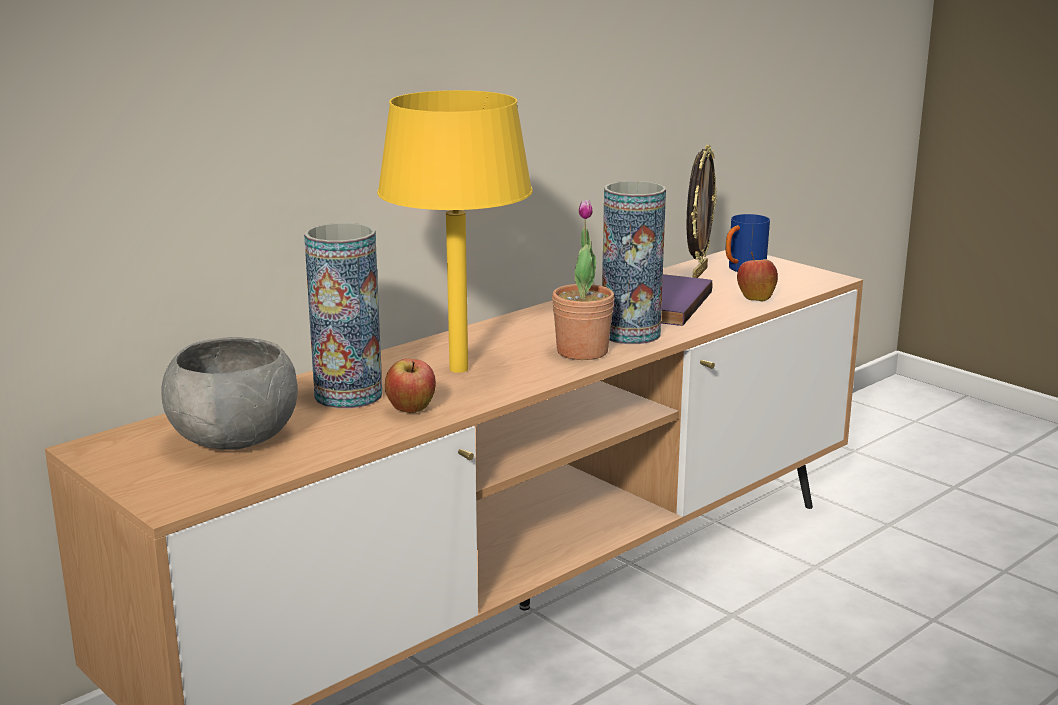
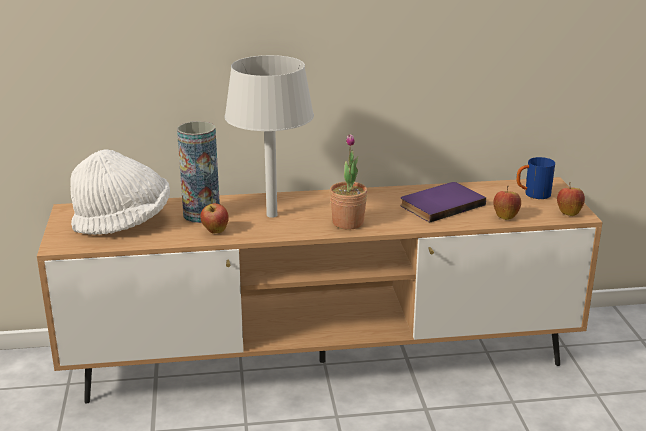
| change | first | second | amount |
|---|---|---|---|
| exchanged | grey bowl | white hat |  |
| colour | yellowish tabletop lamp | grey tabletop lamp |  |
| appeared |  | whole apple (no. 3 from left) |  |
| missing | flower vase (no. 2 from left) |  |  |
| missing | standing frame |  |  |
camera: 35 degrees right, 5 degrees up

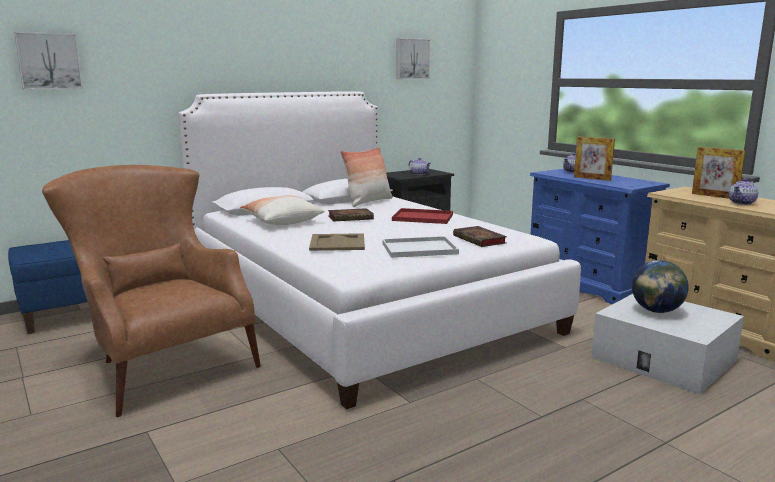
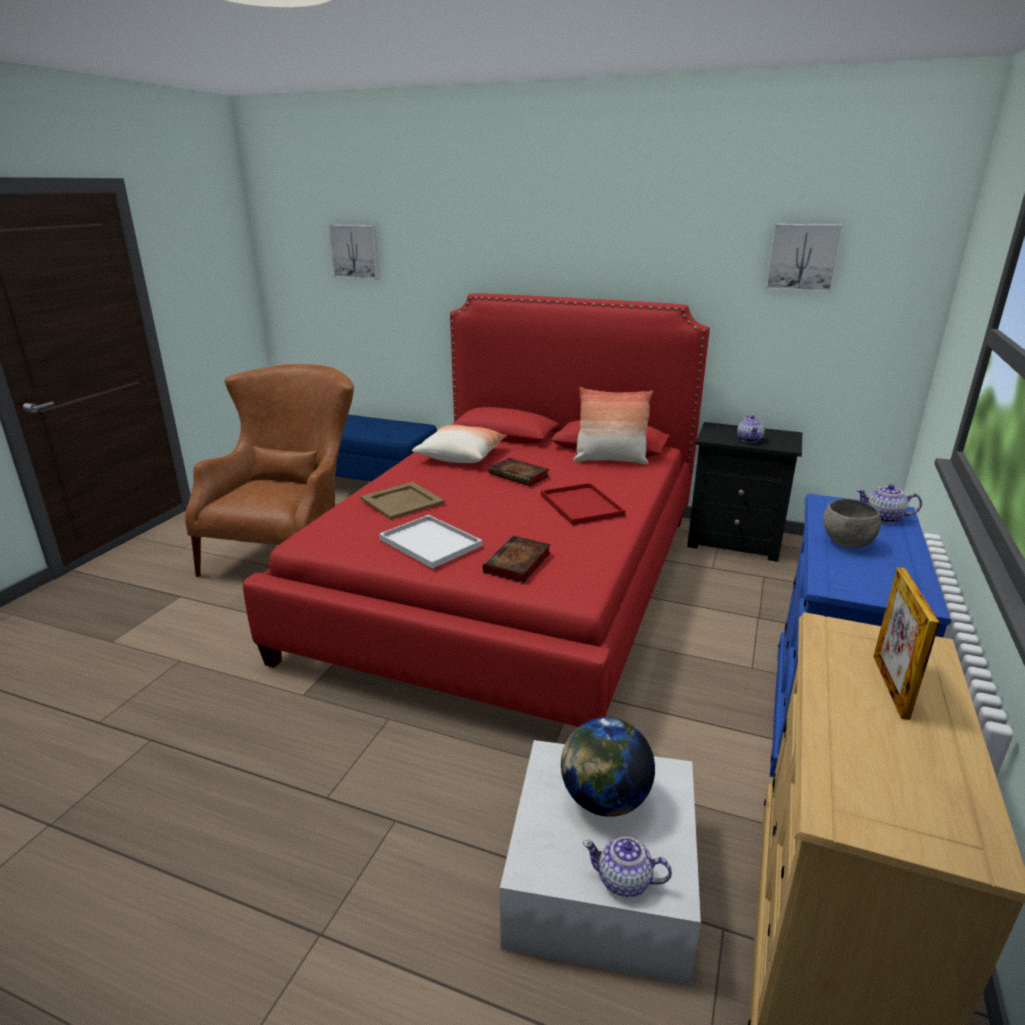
| change | first | second | amount |
|---|---|---|---|
| colour | white bedroom bed | reddish bedroom bed |  |
| relocated | tea pot (no. 3 from left in the first image) | tea pot (no. 1 from left) |  |
| exchanged | standing frame (no. 1 from left) | grey bowl |  |
camera: 55 degrees right, 10 degrees up

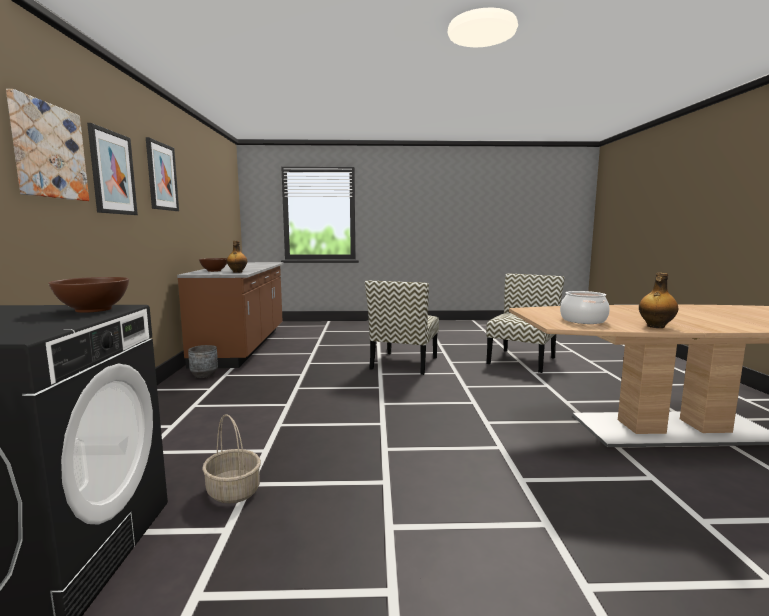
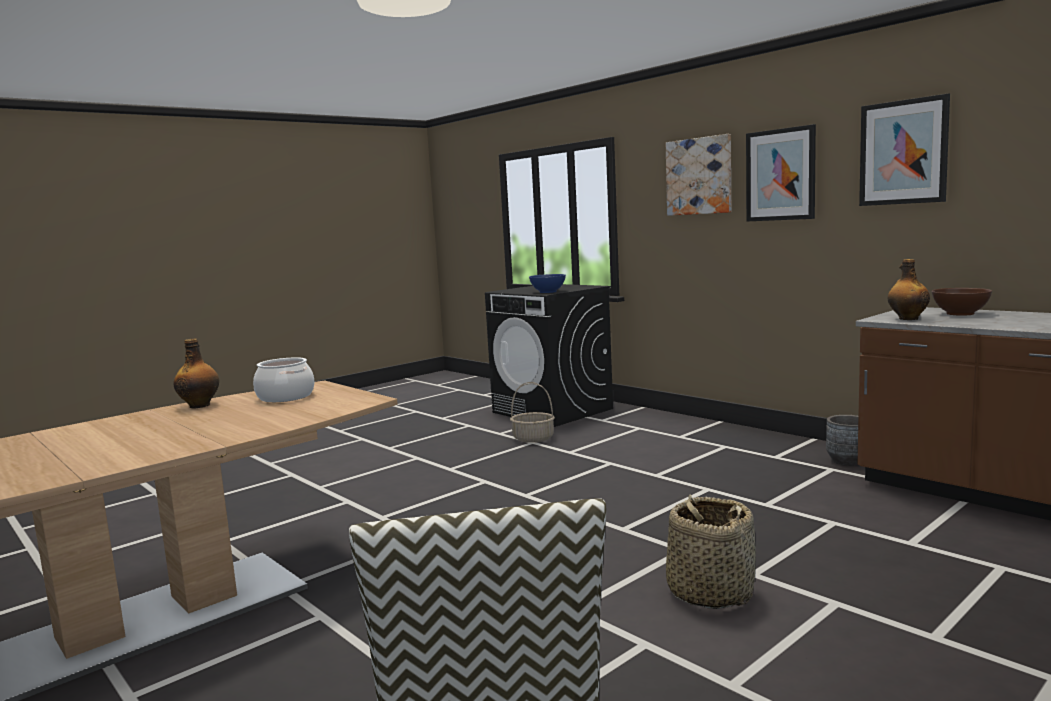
| change | first | second | amount |
|---|---|---|---|
| colour | brown bowl (no. 1 from left) | bluish bowl |  |
| exchanged | chair (no. 1 from left) | storage basket (no. 2 from left) |  |
camera: 140 degrees right, 0 degrees up

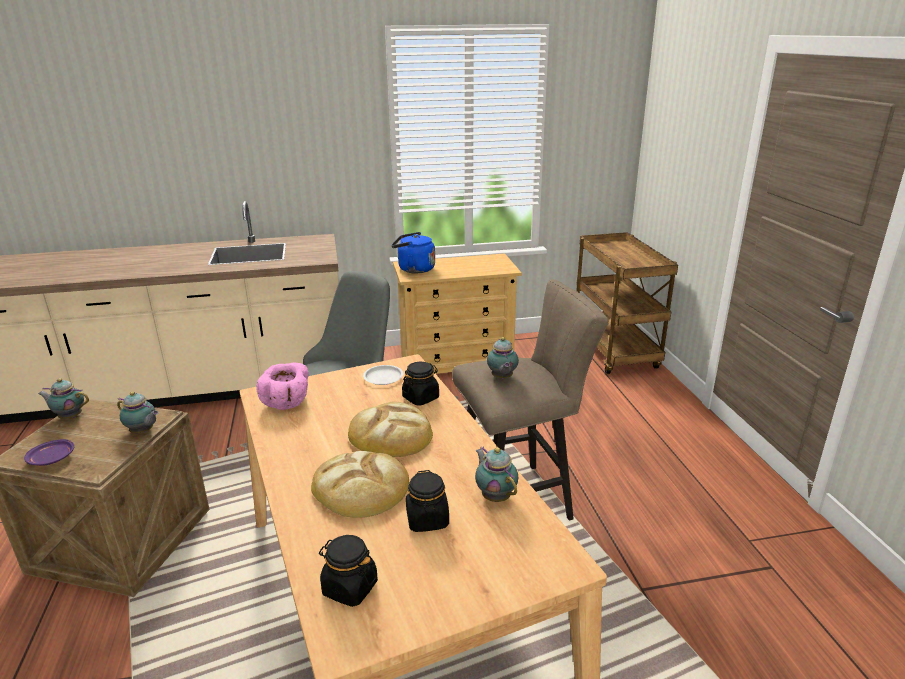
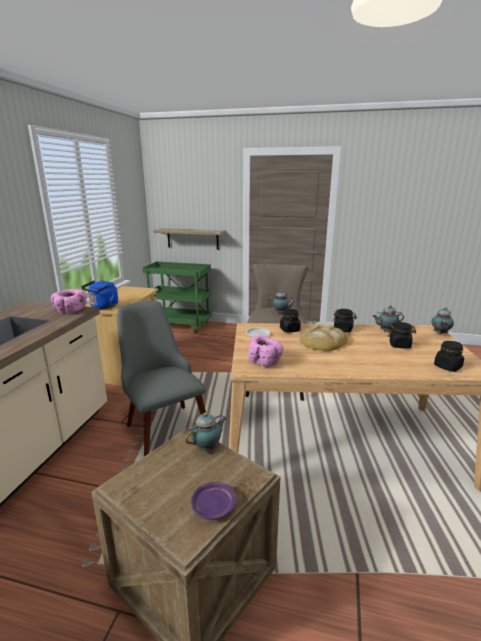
| change | first | second | amount |
|---|---|---|---|
| appeared |  | pink-coloured bowl (no. 1 from left) |  |
| colour | brown wheeled cart | green-coloured wheeled cart |  |
| appeared |  | wall shelf |  |
| appeared |  | black preserve jar (no. 2 from left) |  |
| relocated | tea pot (no. 1 from left in the first image) | tea pot (no. 4 from left) |  |
| missing | baked bread (no. 1 from left) |  |  |
camera: 65 degrees left, 5 degrees down

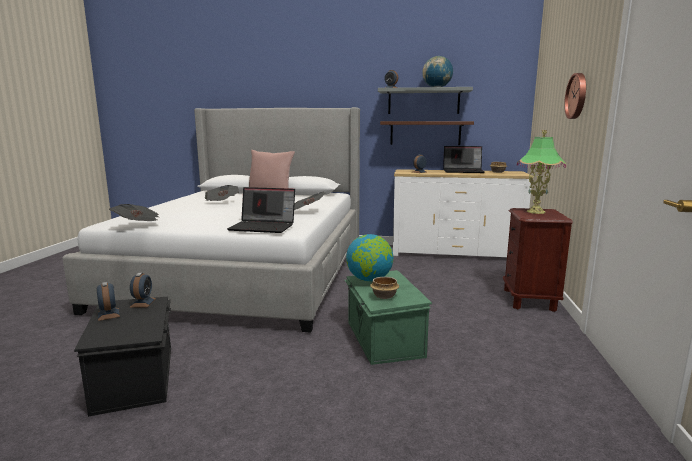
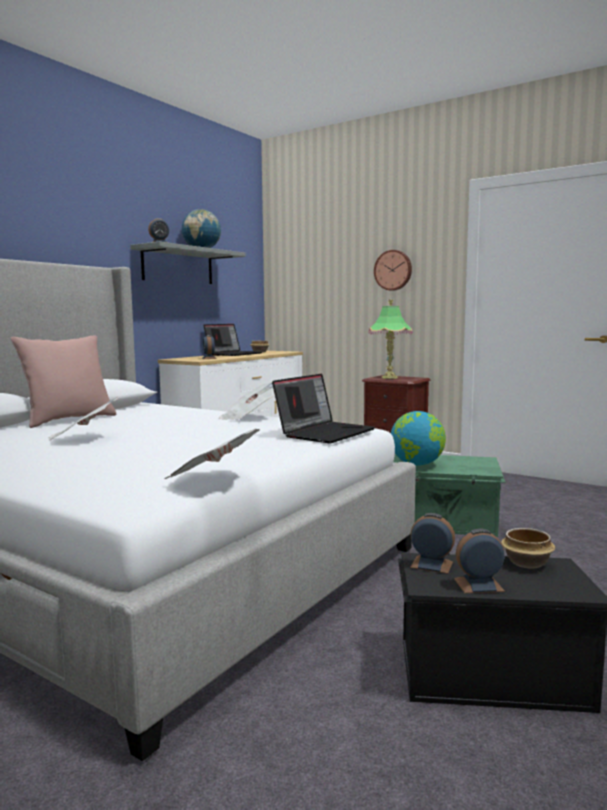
| change | first | second | amount |
|---|---|---|---|
| relocated | bowl (no. 1 from left in the first image) | bowl (no. 2 from left) |  |
| missing | brown wall shelf |  |  |
camera: 65 degrees left, 5 degrees down

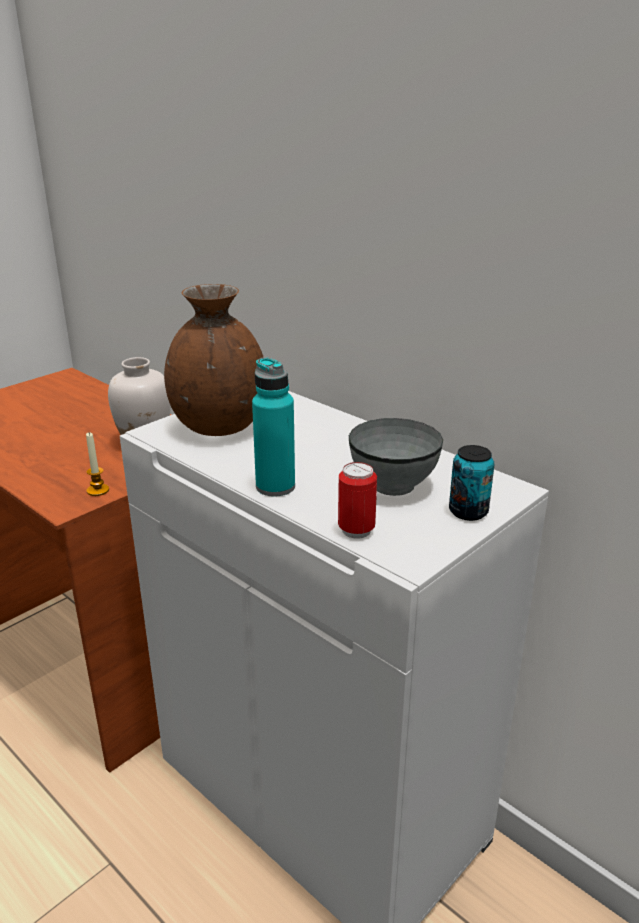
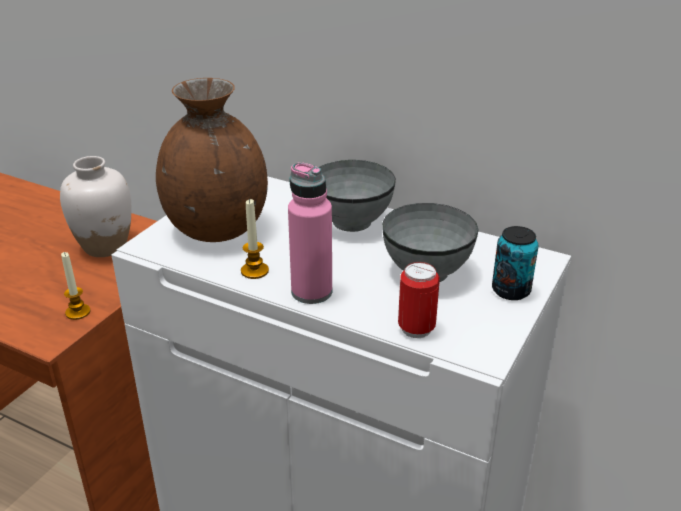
| change | first | second | amount |
|---|---|---|---|
| appeared |  | candle (no. 2 from left) |  |
| colour | blue-green drink bottle | pink-coloured drink bottle |  |
| appeared |  | grey bowl (no. 1 from left) |  |
camera: 15 degrees left, 5 degrees up

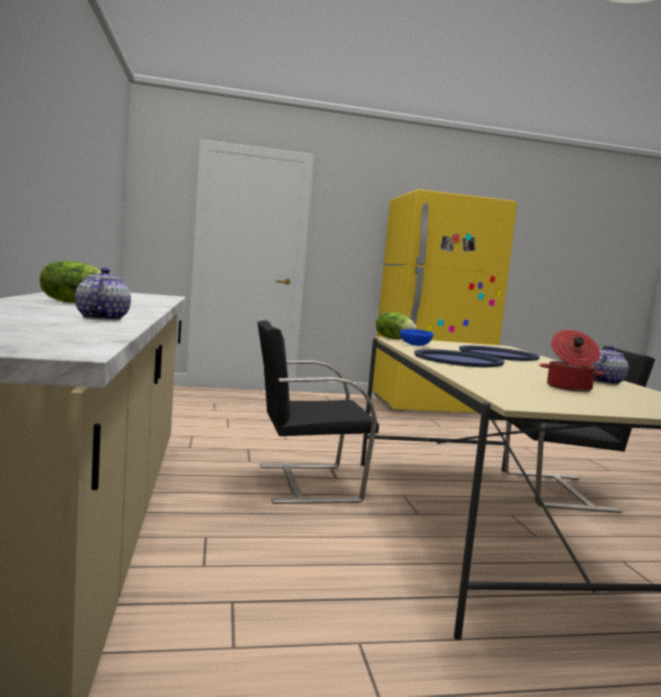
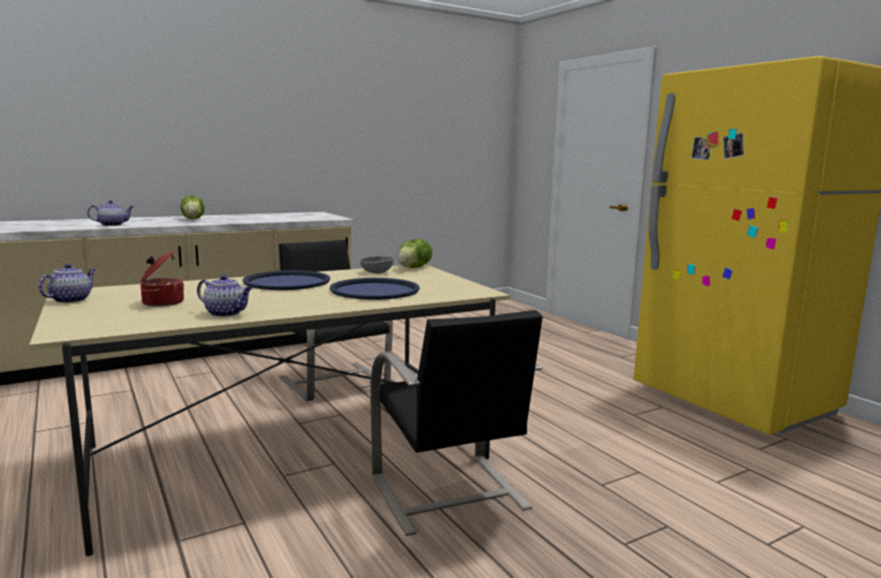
| change | first | second | amount |
|---|---|---|---|
| appeared |  | tea pot (no. 1 from left) |  |
| colour | bluish bowl | grey bowl |  |
camera: 70 degrees right, 5 degrees up

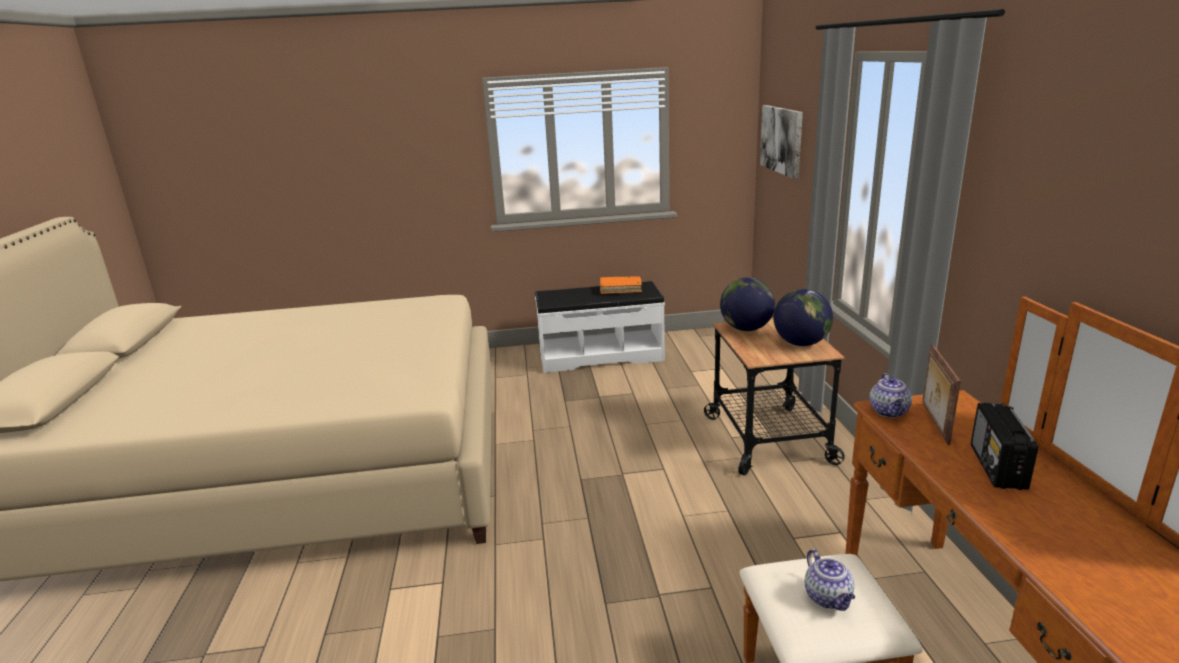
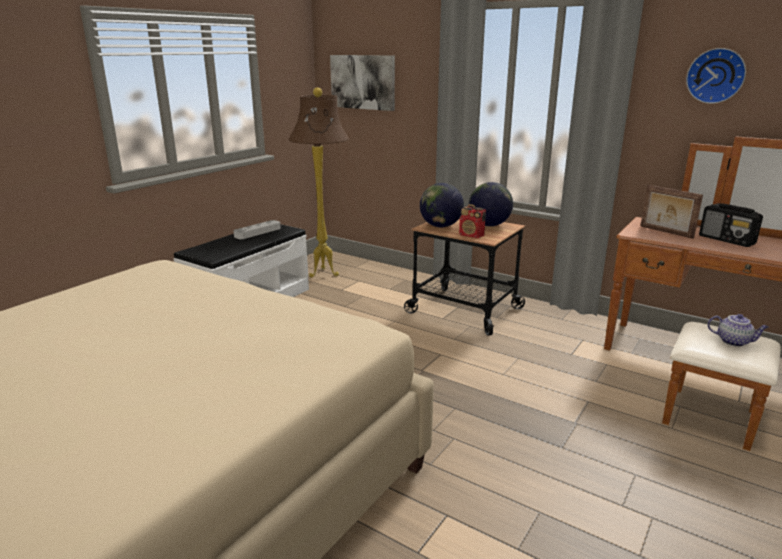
| change | first | second | amount |
|---|---|---|---|
| exchanged | orange-coloured volume | grey tray |  |
| appeared |  | brown standard lamp |  |
| appeared |  | radio (no. 1 from left) |  |
| appeared |  | wall clock |  |
| missing | tea pot (no. 2 from left) |  |  |
camera: 50 degrees left, 0 degrees up

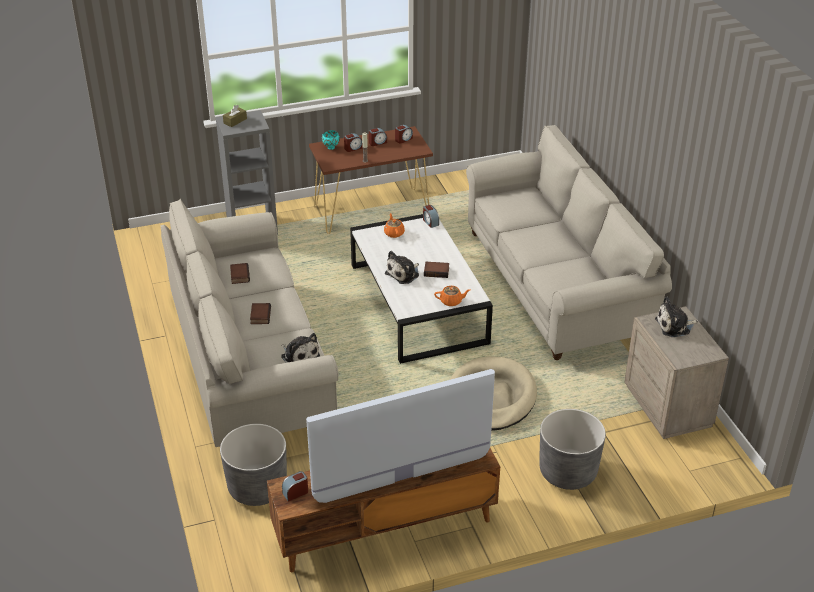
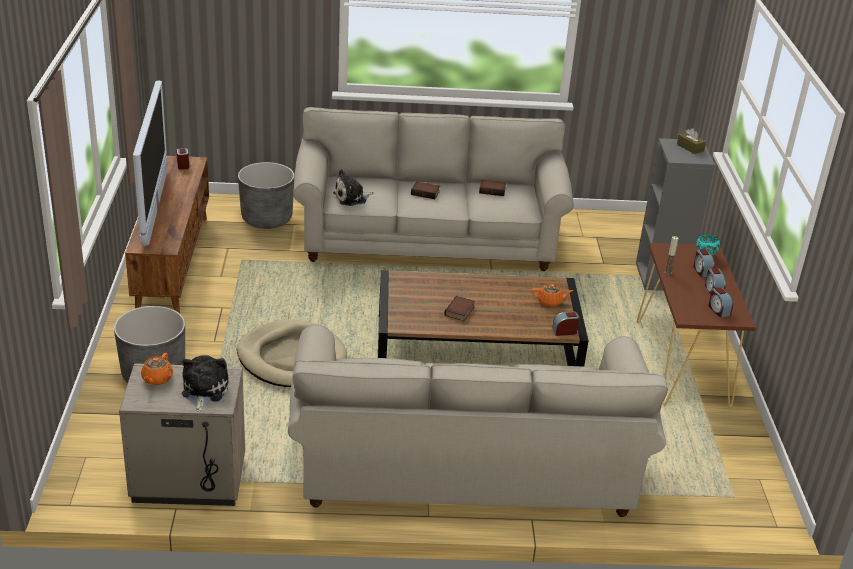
| change | first | second | amount |
|---|---|---|---|
| relocated | orange-coloured tea pot (no. 2 from left in the first image) | orange-coloured tea pot (no. 1 from left) |  |
| colour | white coffee table | brown coffee table |  |
| missing | plush toy (no. 2 from left) |  |  |
camera: 105 degrees right, 5 degrees down

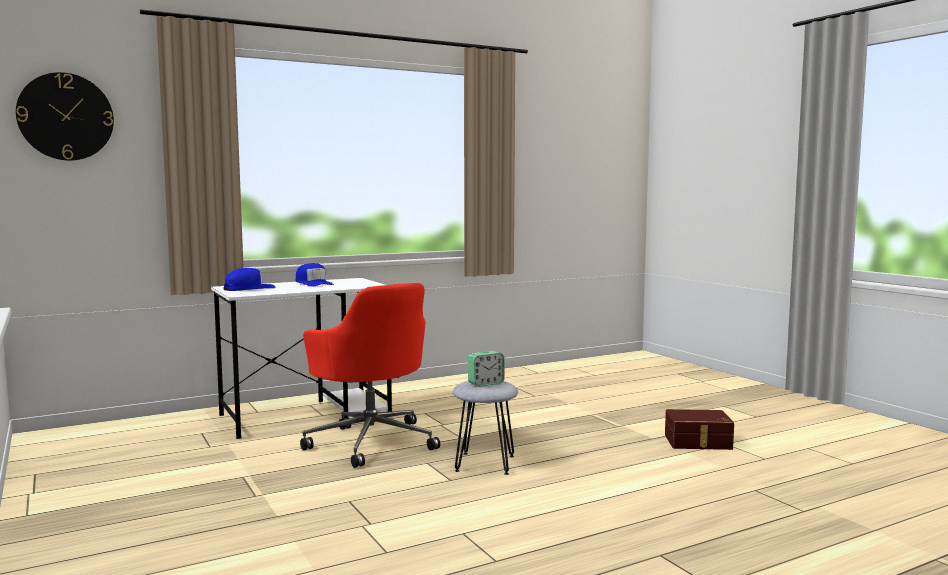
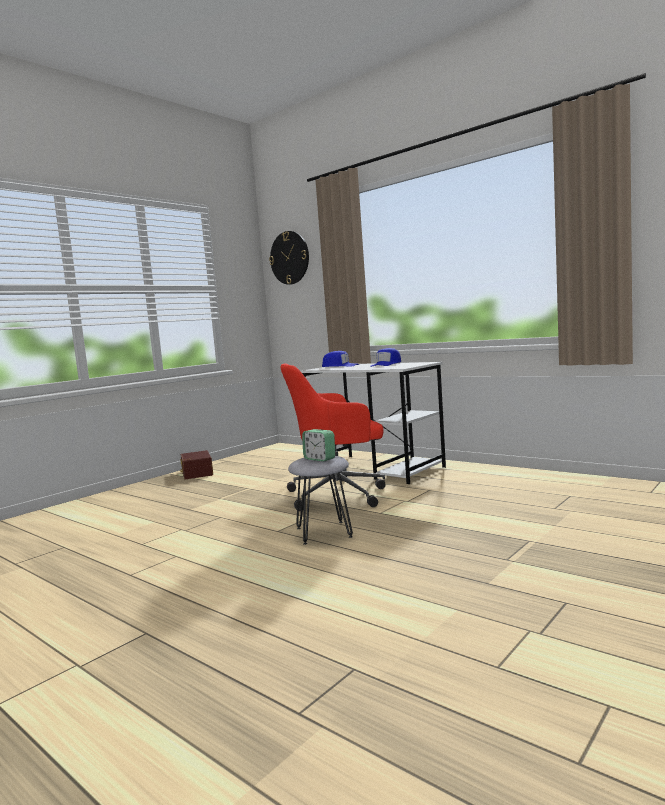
| change | first | second | amount |
|---|---|---|---|
| relocated | brown storage container |  |  |
| spun | reddish office chair |  | 45 degrees clockwise |
camera: 70 degrees right, 0 degrees up

